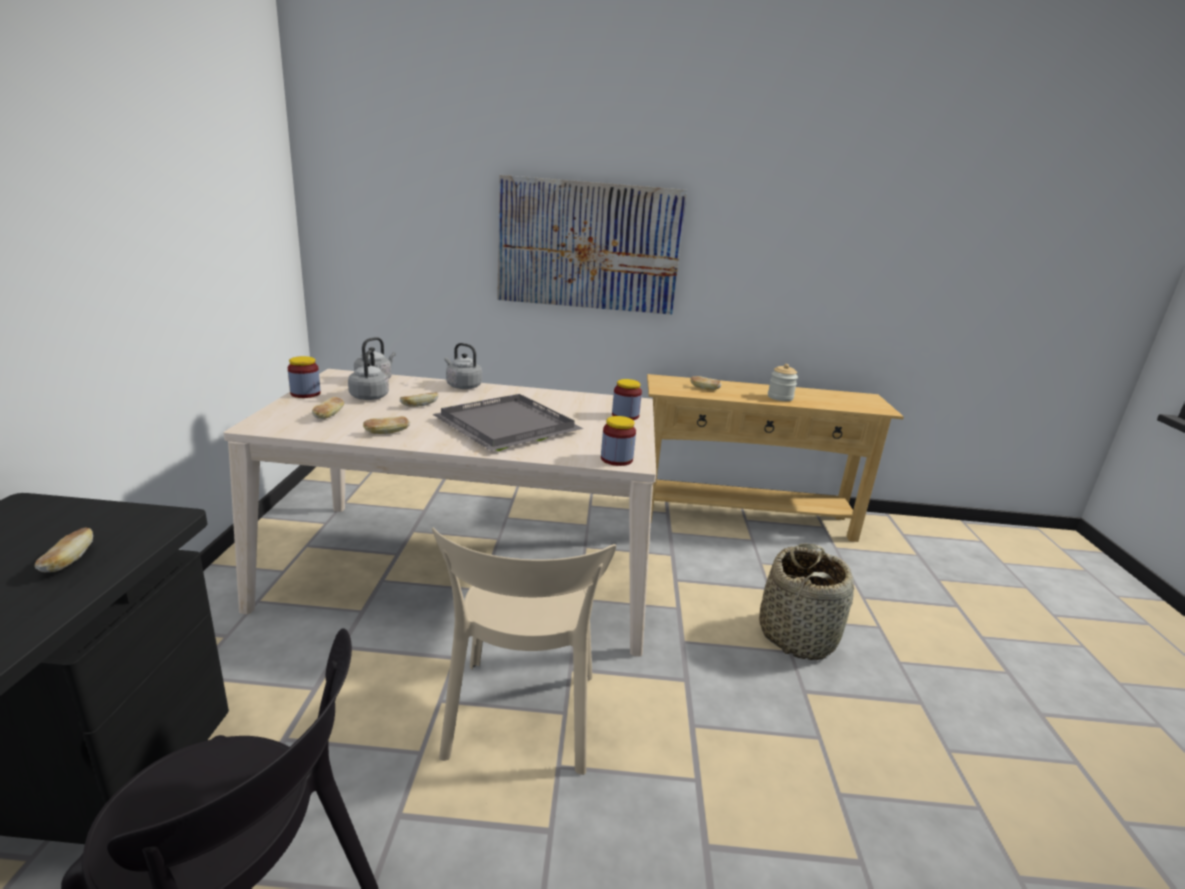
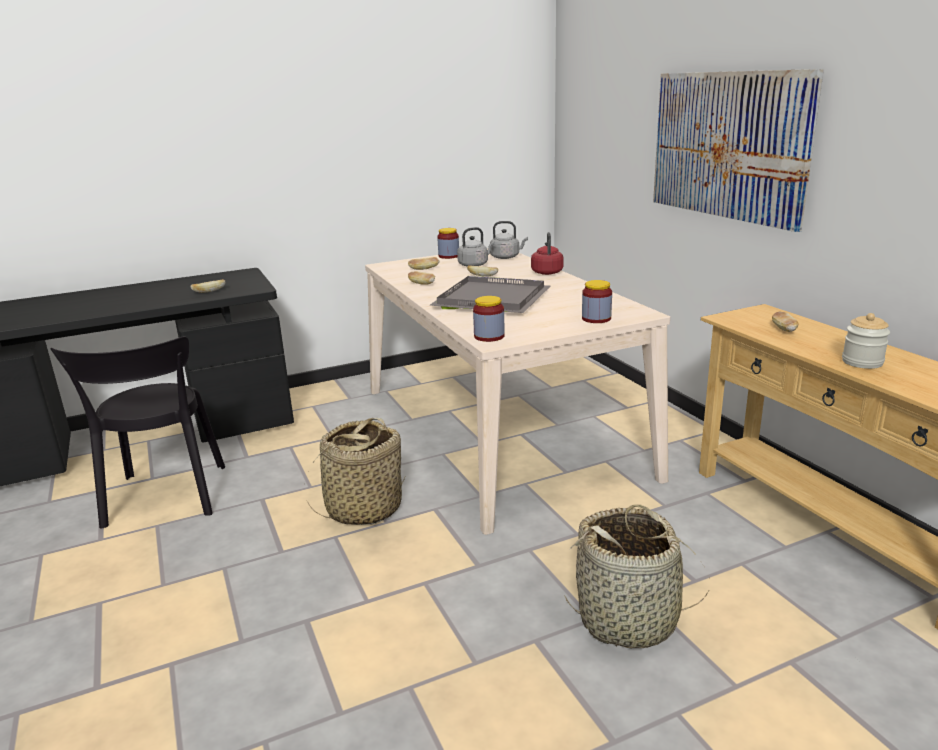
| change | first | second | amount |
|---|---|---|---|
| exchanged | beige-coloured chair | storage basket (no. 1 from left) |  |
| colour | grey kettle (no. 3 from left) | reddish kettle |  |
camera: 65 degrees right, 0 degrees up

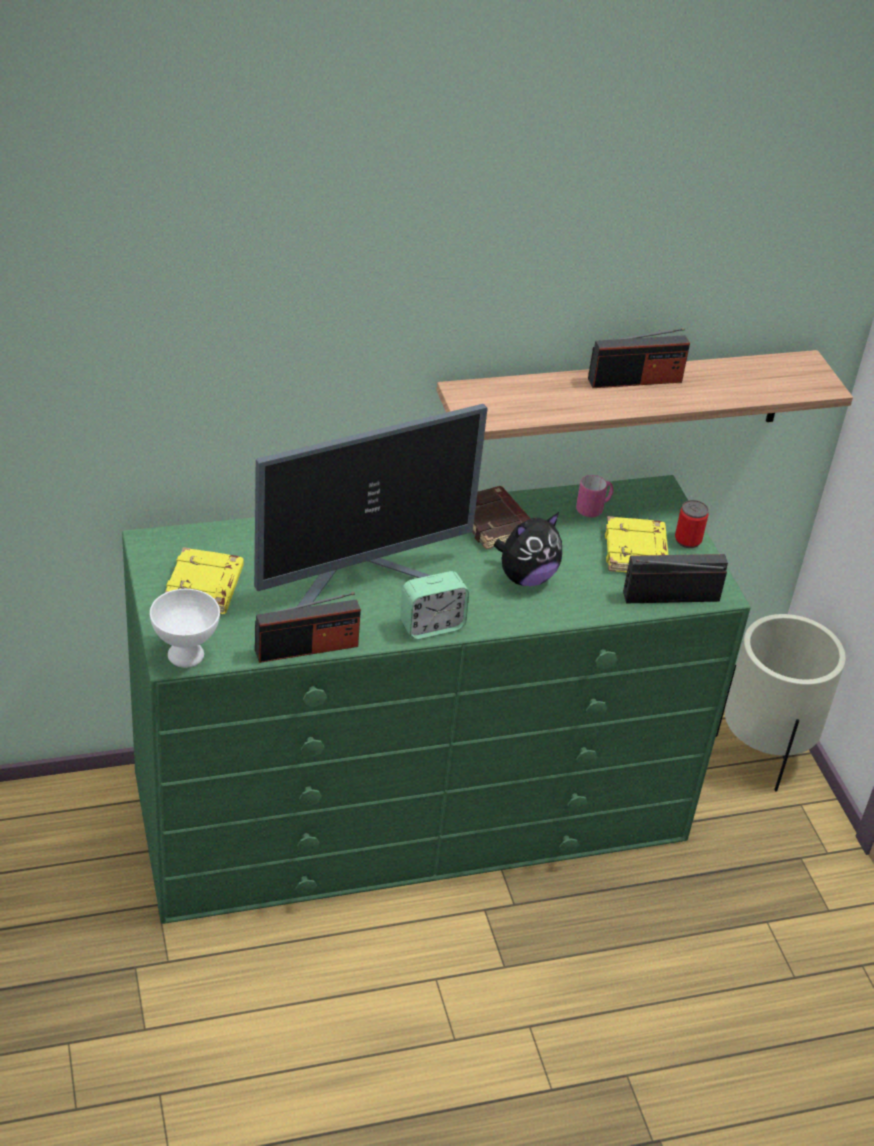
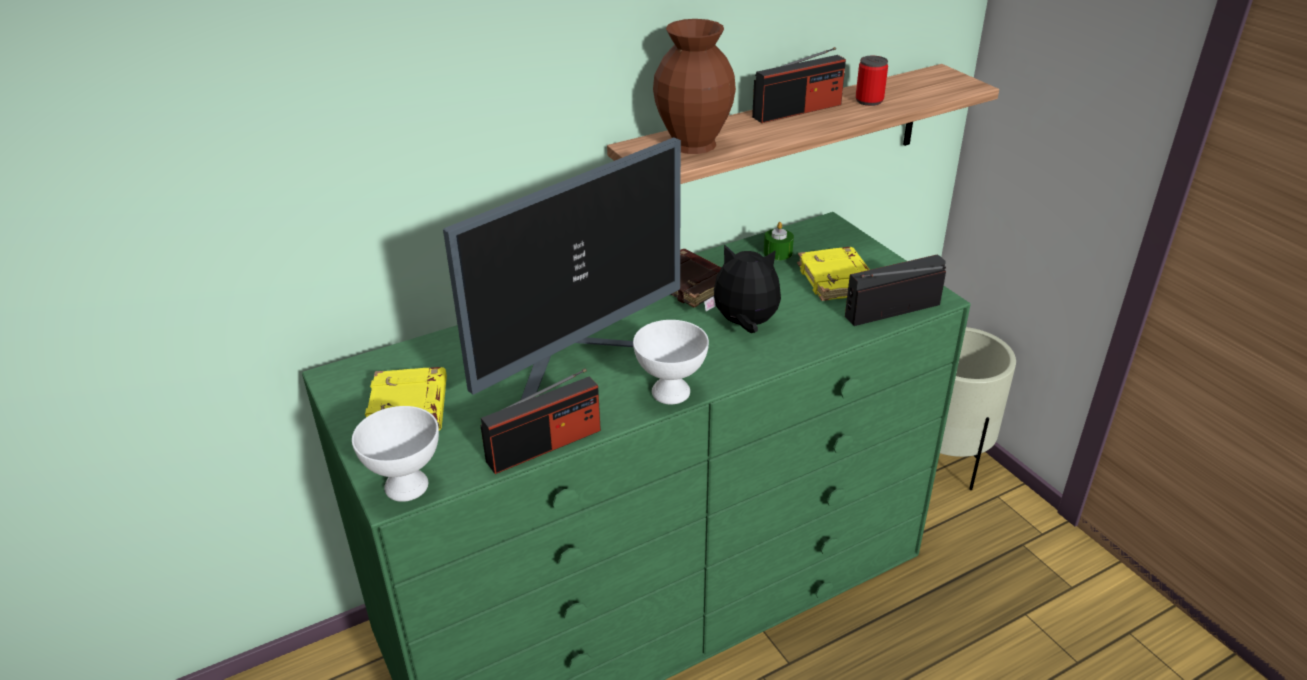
| change | first | second | amount |
|---|---|---|---|
| exchanged | bedside clock | white bowl (no. 2 from left) |  |
| appeared |  | brown flower vase |  |
| spun | plush toy |  | 120 degrees counterclockwise |
| exchanged | pink-coloured mug | green-coloured candle |  |
| relocated | sealed can |  |  |
camera: 10 degrees left, 5 degrees down

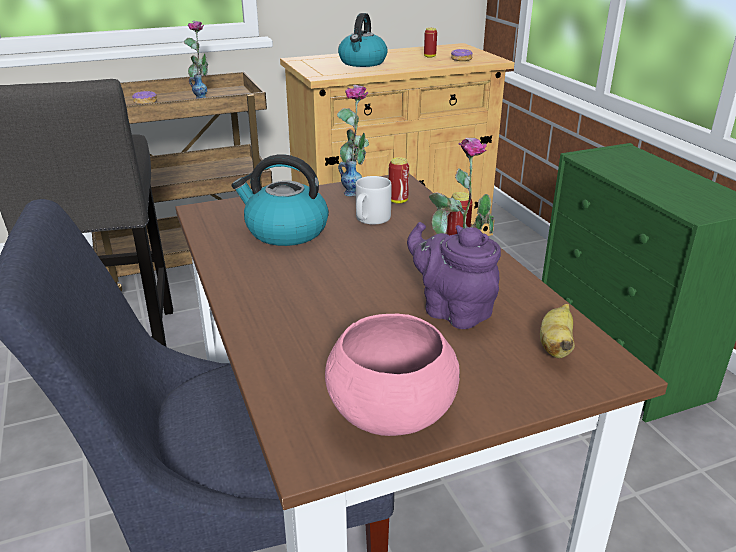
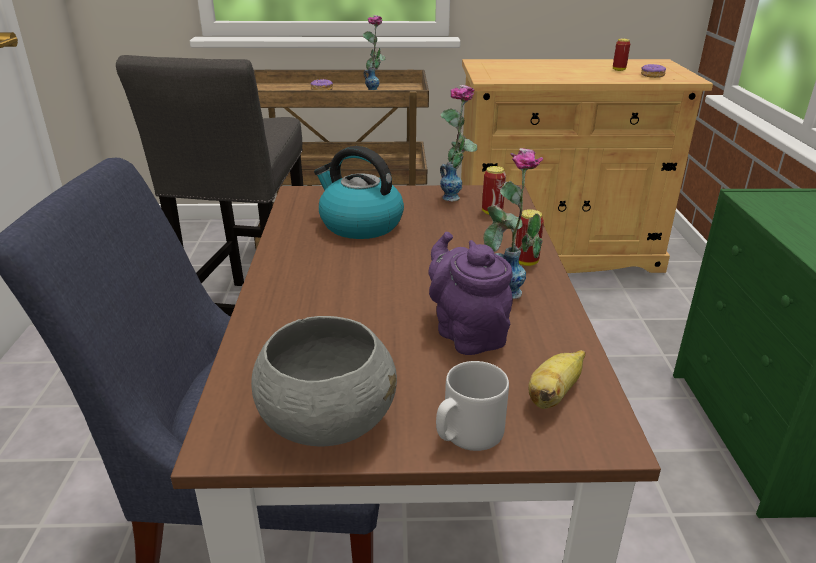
| change | first | second | amount |
|---|---|---|---|
| colour | pink-coloured bowl | grey bowl |  |
| relocated | grey mug |  |  |
| missing | kettle (no. 2 from left) |  |  |
camera: 20 degrees right, 0 degrees up

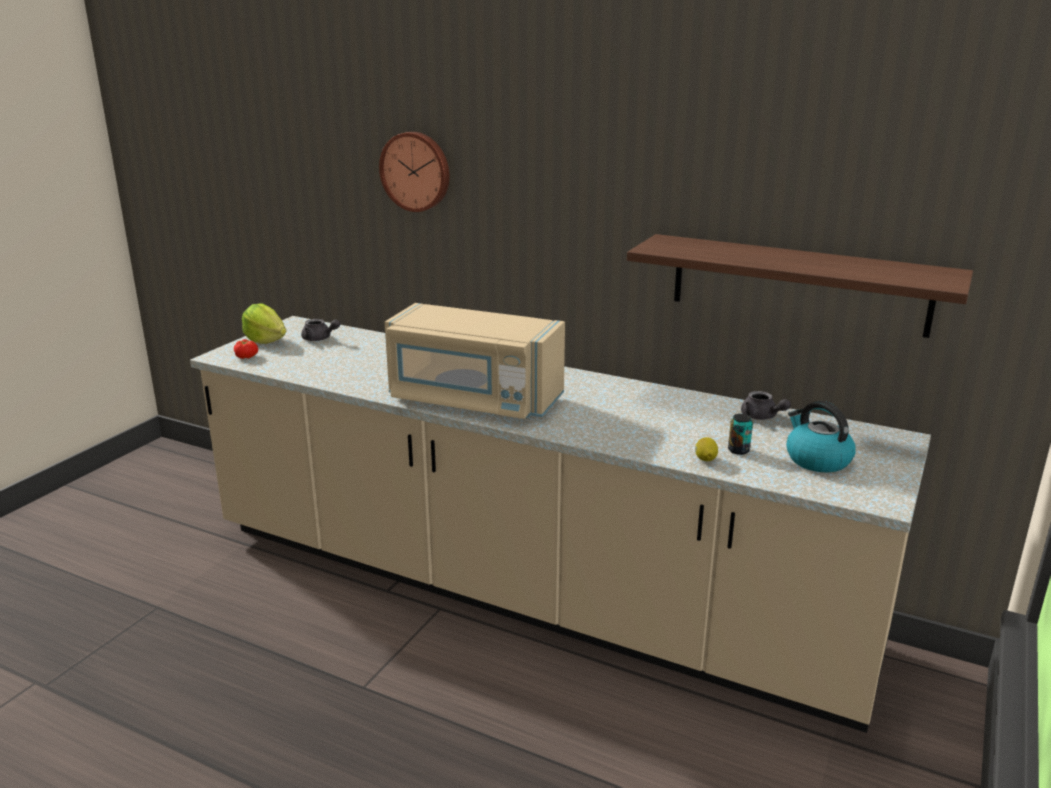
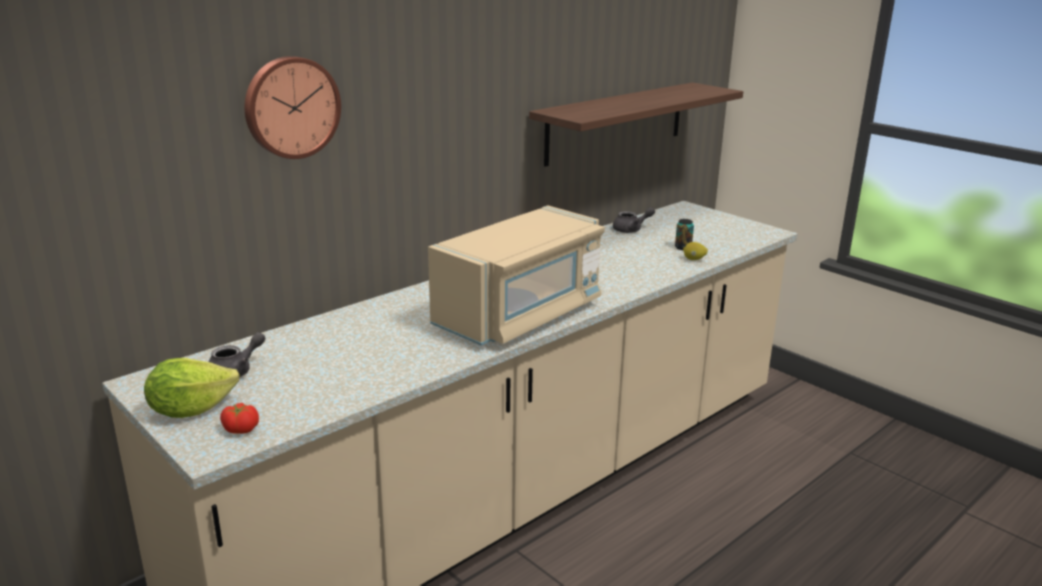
| change | first | second | amount |
|---|---|---|---|
| missing | kettle |  |  |
camera: 70 degrees left, 0 degrees up

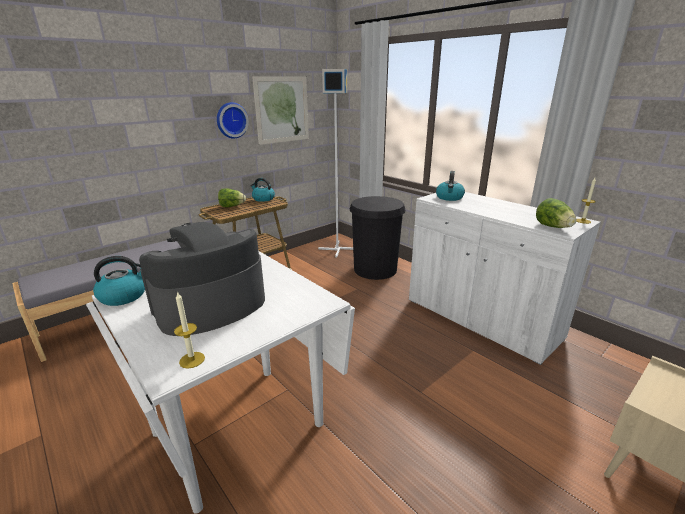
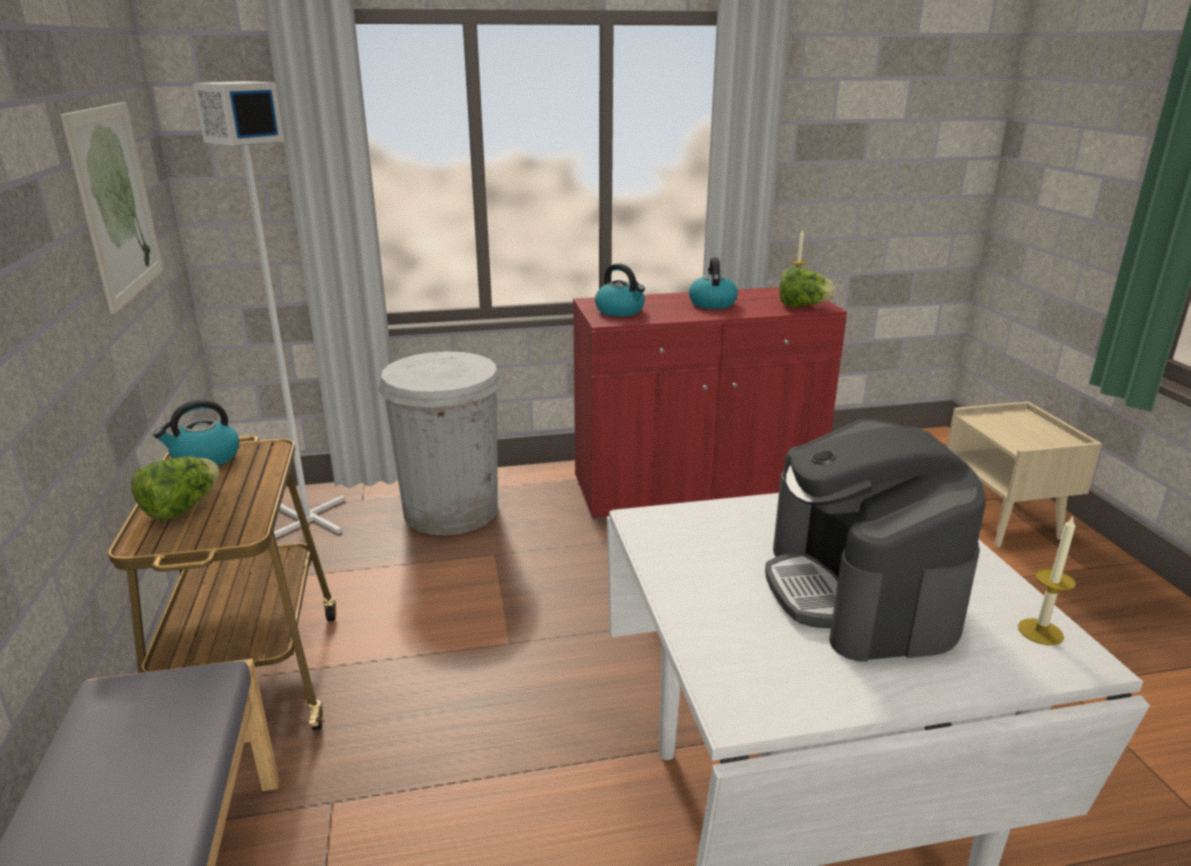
| change | first | second | amount |
|---|---|---|---|
| colour | black waste bin | white waste bin |  |
| colour | white storage cabinet | reddish storage cabinet |  |
| relocated | kettle (no. 1 from left in the first image) | kettle (no. 3 from left) |  |
| missing | wall clock |  |  |
camera: 60 degrees left, 0 degrees up

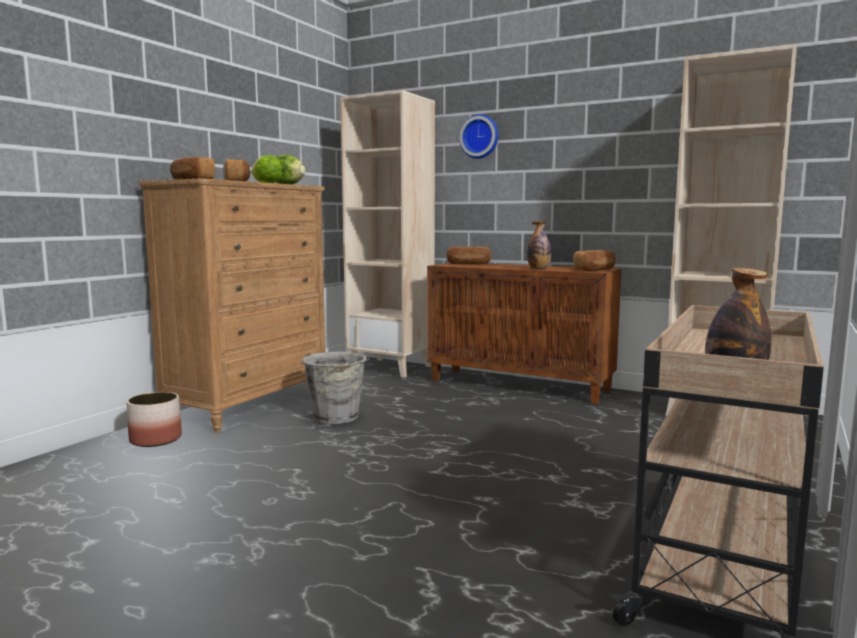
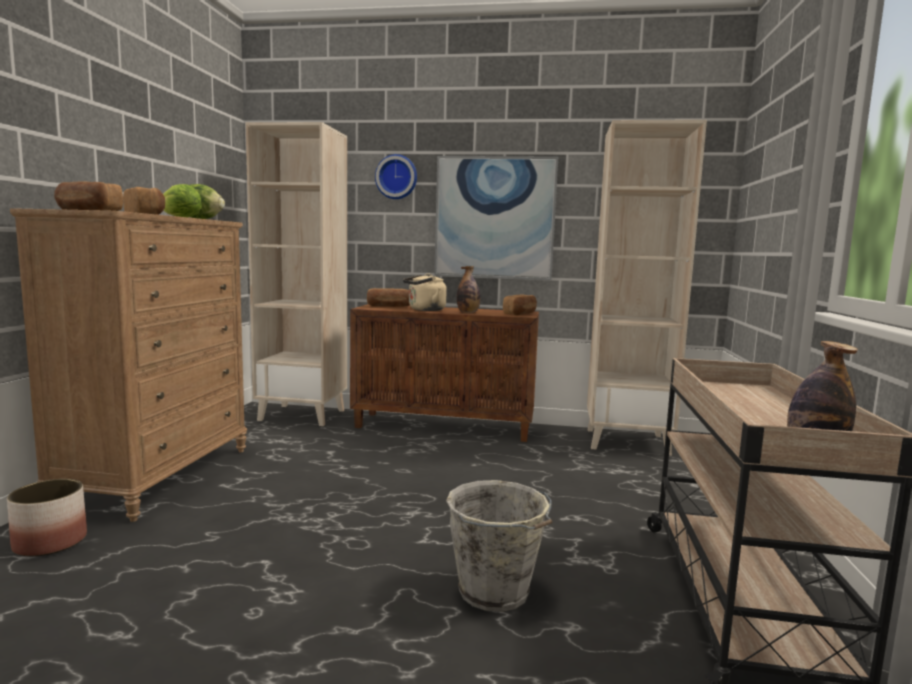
| change | first | second | amount |
|---|---|---|---|
| appeared |  | beige-coloured kettle |  |
| appeared |  | wall picture |  |
| relocated | grey water bucket |  |  |
camera: 20 degrees left, 0 degrees up

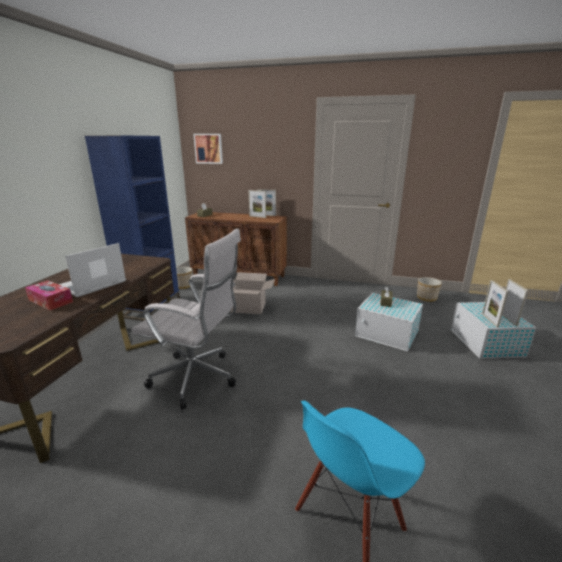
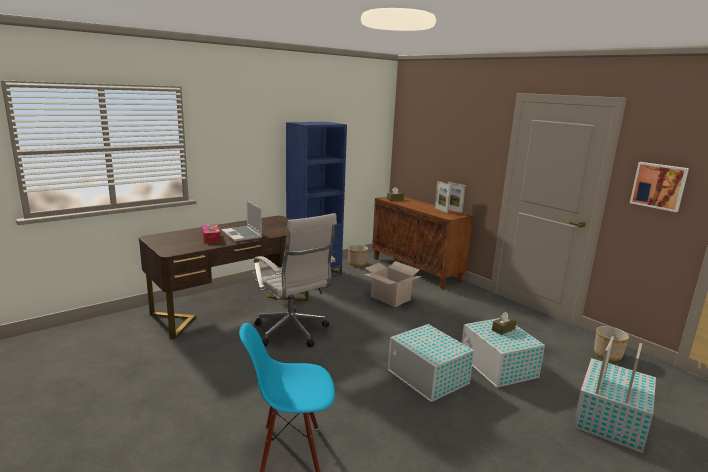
| change | first | second | amount |
|---|---|---|---|
| spun | portable computer |  | 105 degrees counterclockwise |
| appeared |  | white storage container (no. 1 from left) |  |
| relocated | wall picture |  |  |
camera: 35 degrees right, 5 degrees down

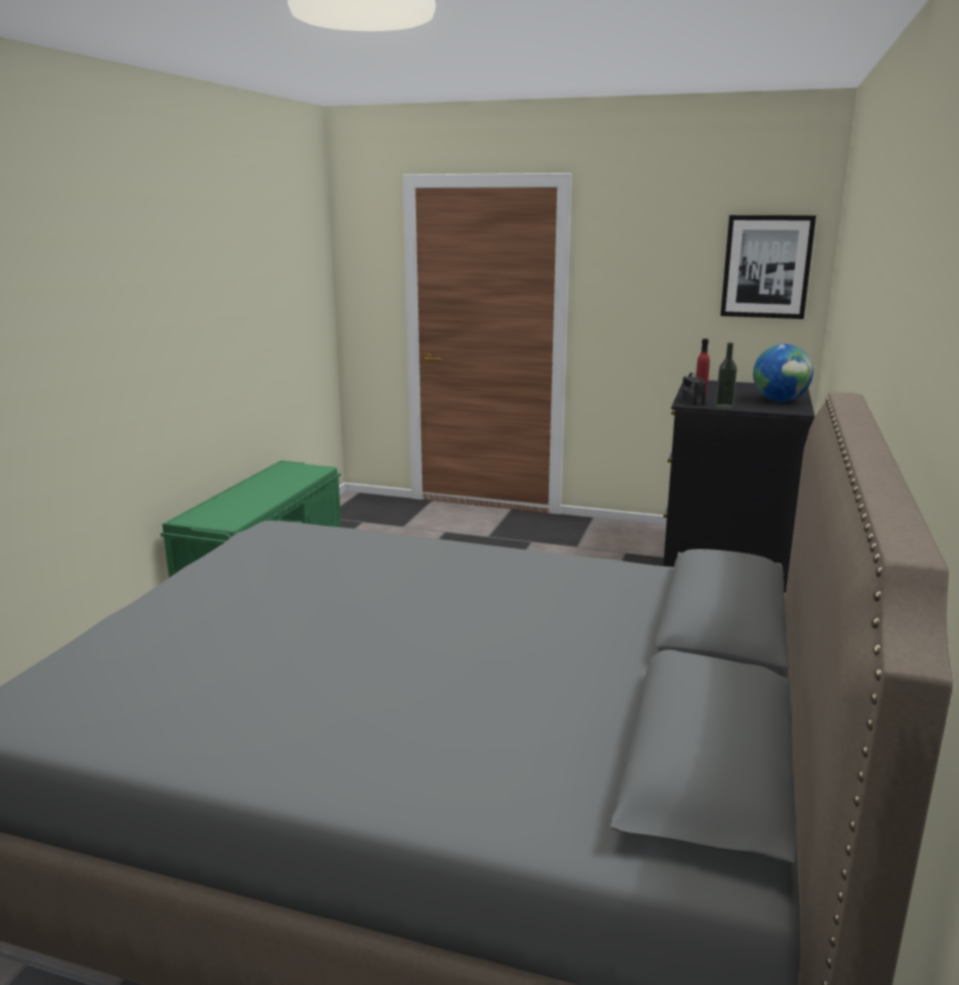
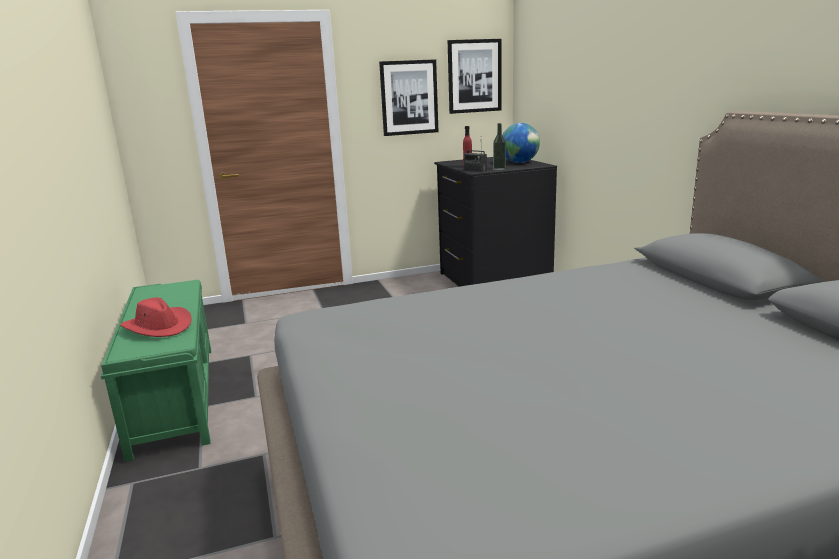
| change | first | second | amount |
|---|---|---|---|
| appeared |  | reddish hat |  |
| appeared |  | wall picture (no. 1 from left) |  |
camera: 35 degrees left, 0 degrees up

